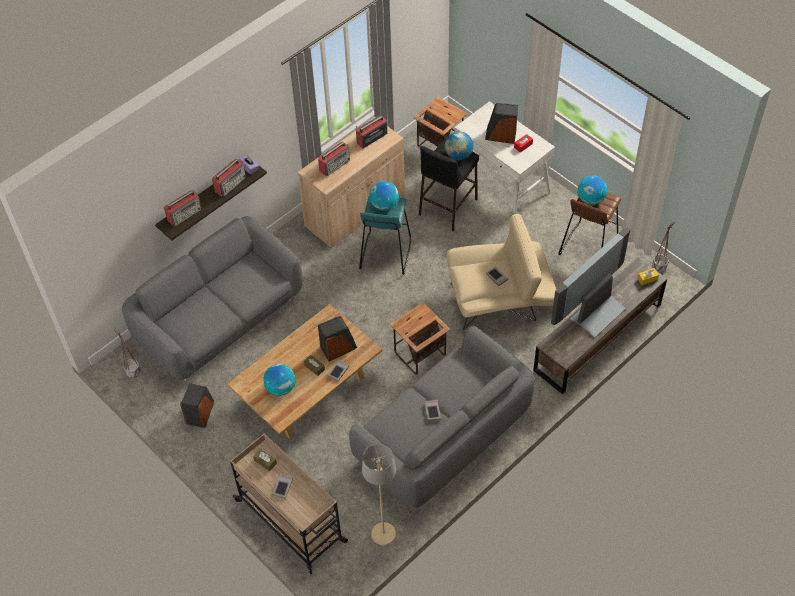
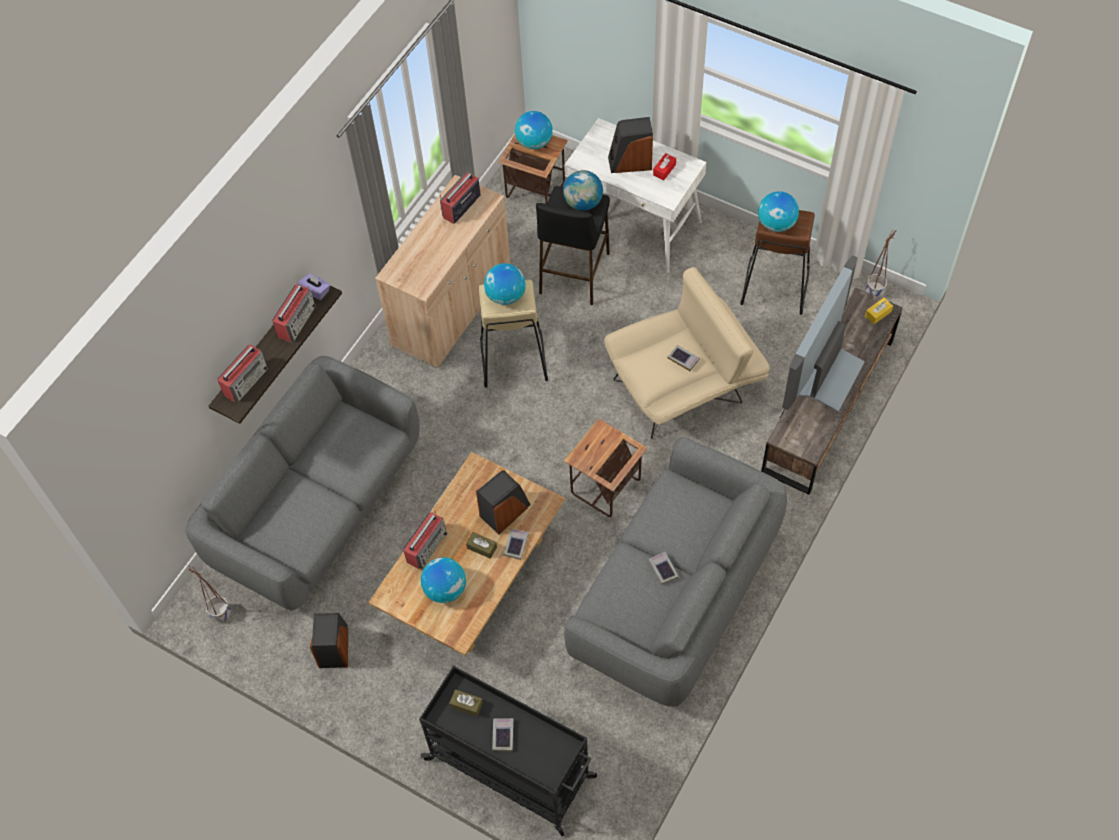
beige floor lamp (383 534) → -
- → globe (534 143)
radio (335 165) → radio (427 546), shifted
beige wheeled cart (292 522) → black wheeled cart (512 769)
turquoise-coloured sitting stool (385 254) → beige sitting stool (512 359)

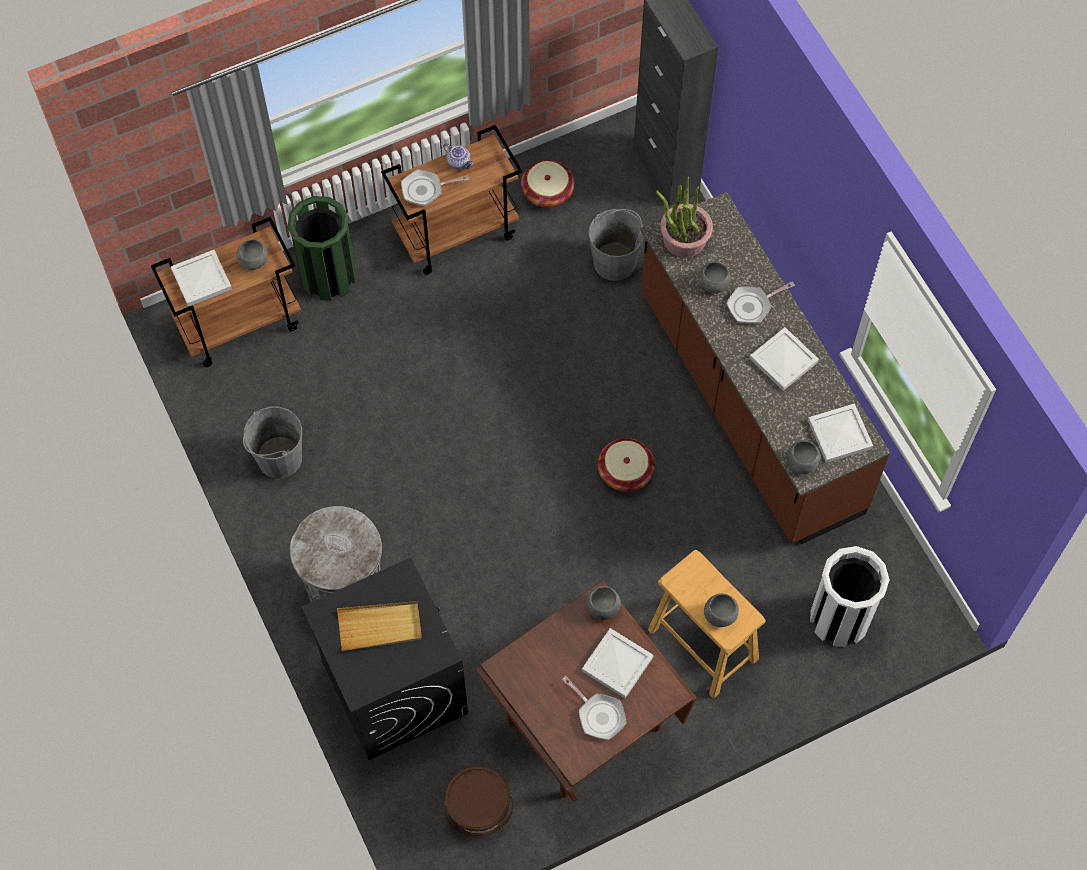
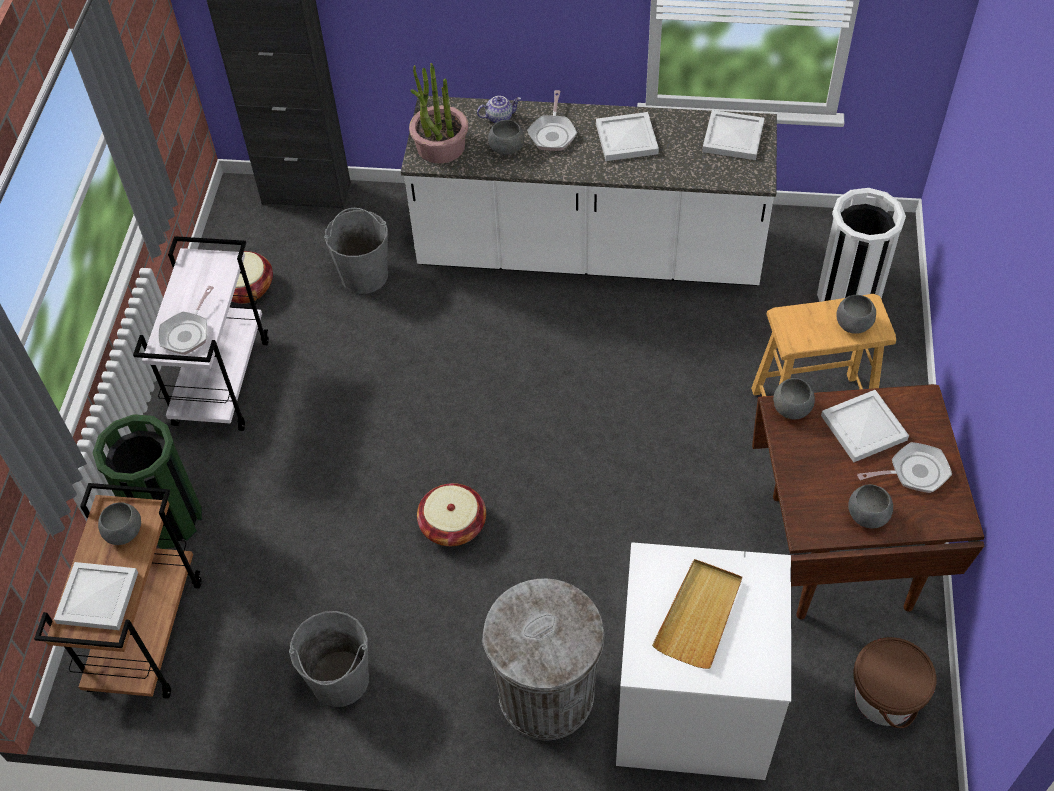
pot for tea (459 162) → pot for tea (499 117), shifted
storage basket (625 472) → storage basket (453 525), shifted
gray bowl (802 463) → gray bowl (867 515), shifted
black laundry appliance (393 686) → white laundry appliance (691 706)
brown wheeled cart (457 233) → white wheeled cart (221 381)
brown counter (748 404) → white counter (589 253)

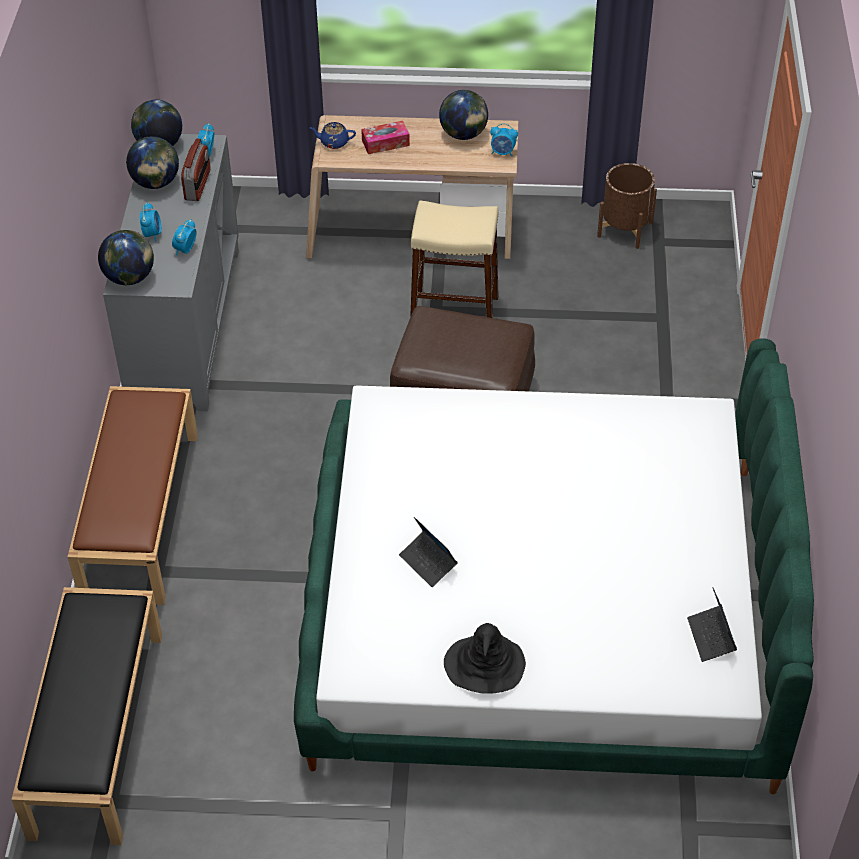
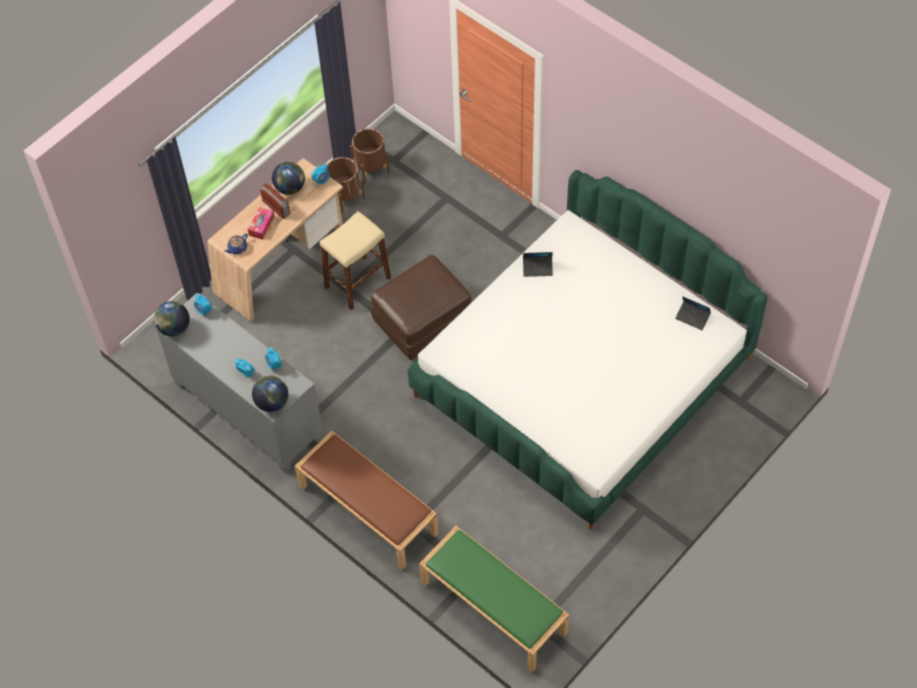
globe (156 183) → -
black clothing hat (484 666) → -
- → brown planter (345 196)
radio (198 185) → radio (276 207), shifted
portable computer (428 562) → portable computer (537 268), shifted
black indoor bench (96 731) → greenish indoor bench (492 607)

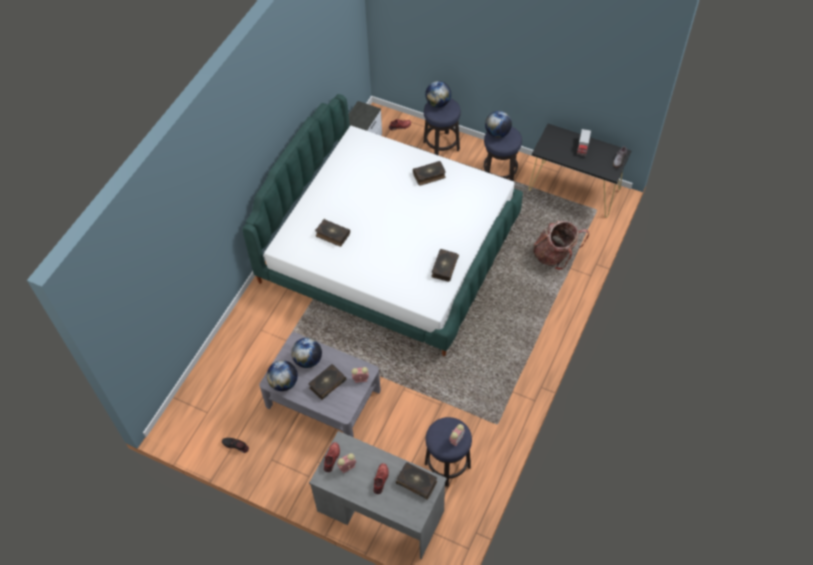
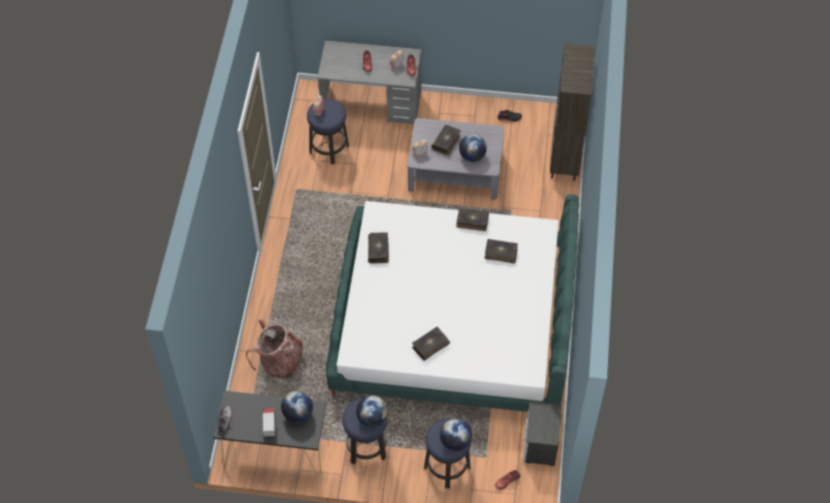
- → brown shelving unit (565 160)
globe (284 383) → globe (298 413), shifted
book (417 482) → book (472 222), shifted

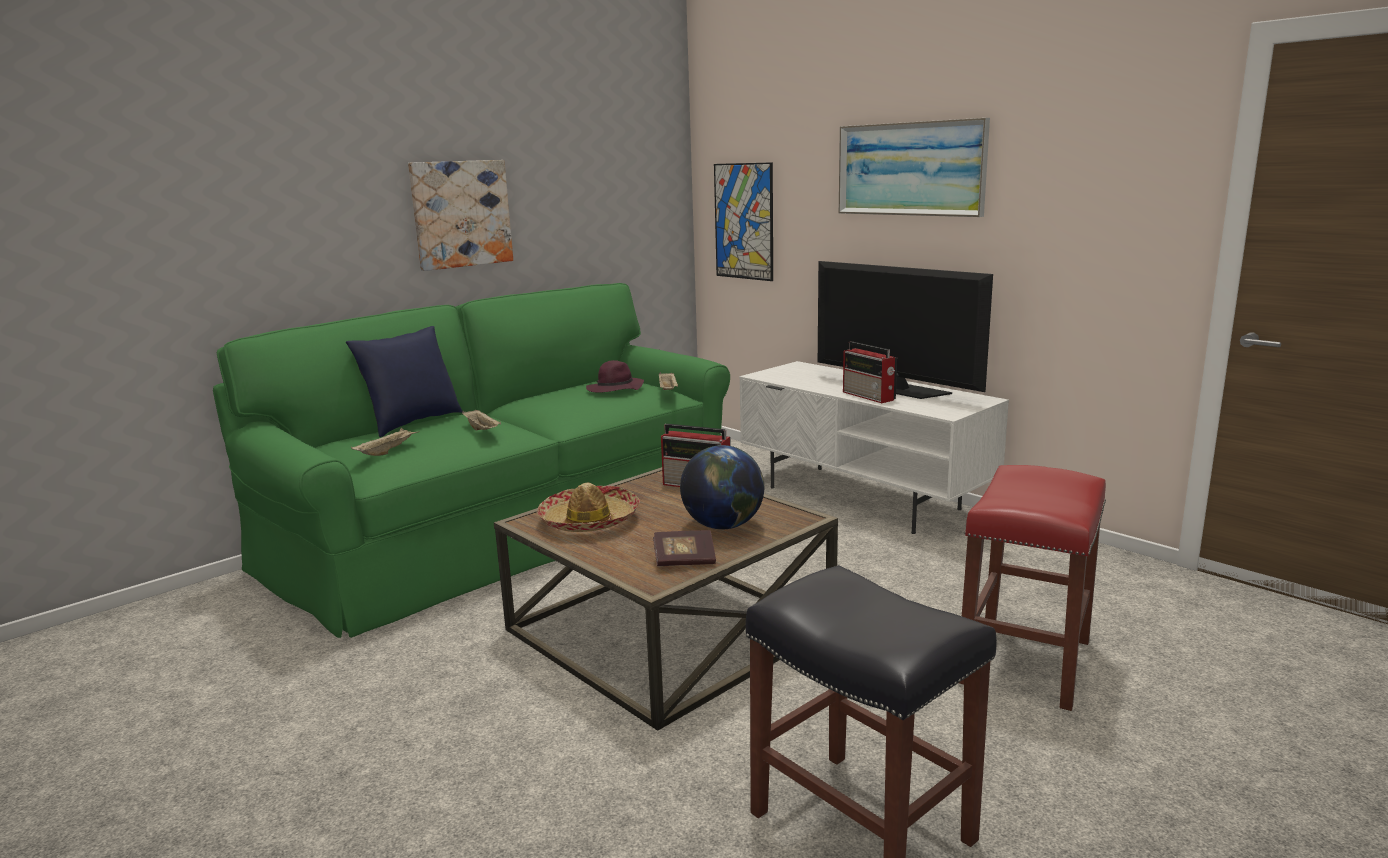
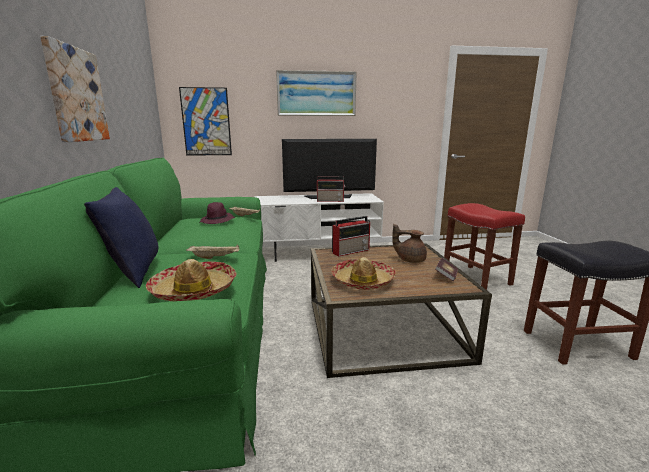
beige tray (387 451) → clothing hat (194 290)
globe (723 525) → brown pot for tea (410 260)

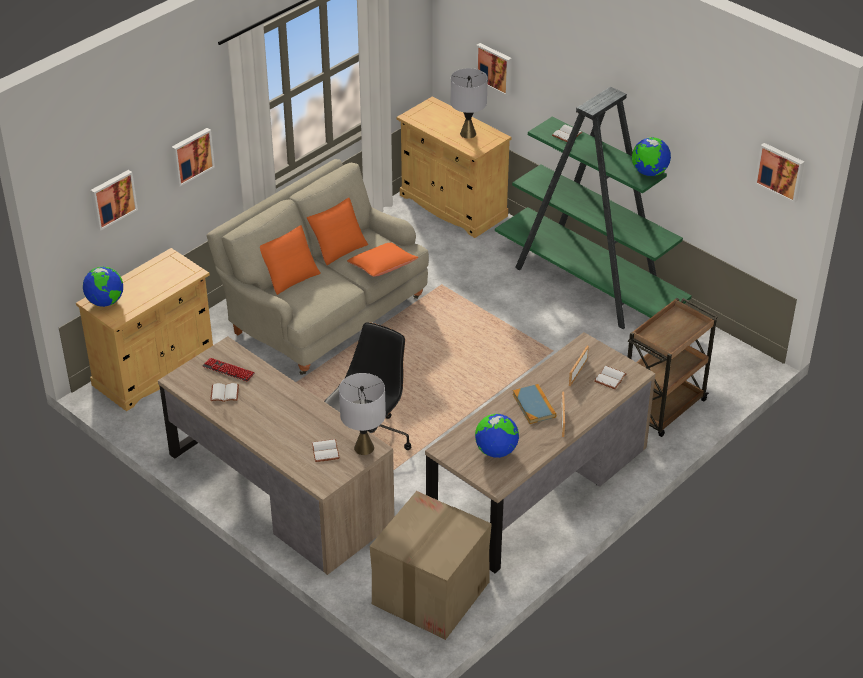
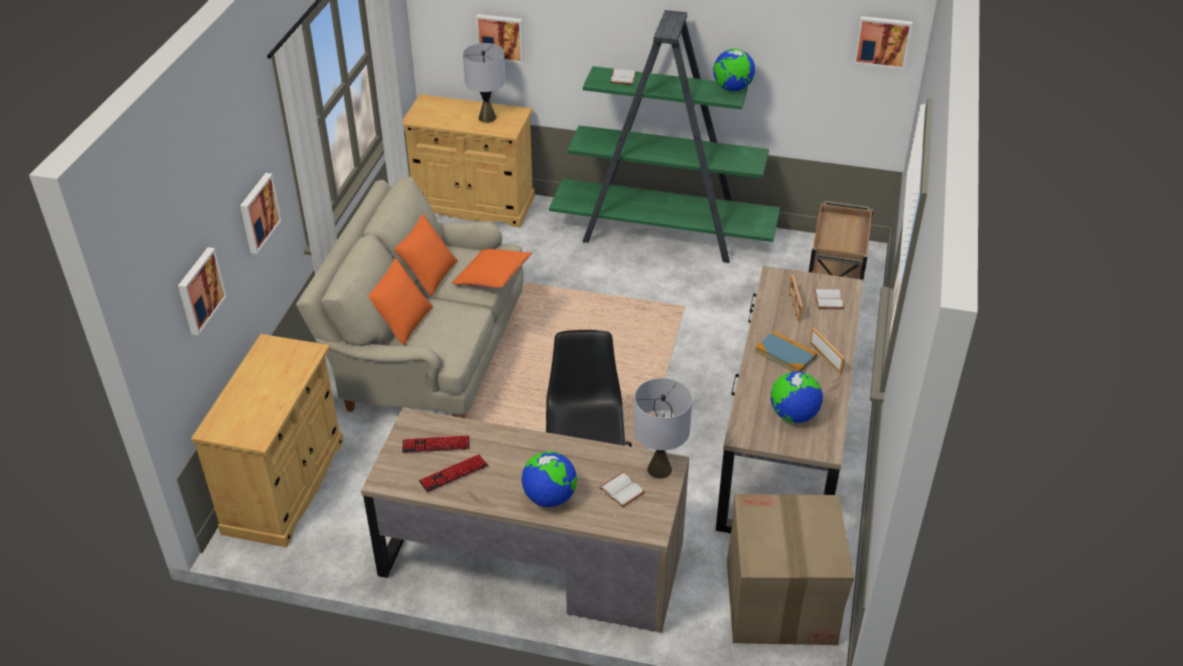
globe (105 302) → globe (549 497), shifted
white book (224 394) → keyboard (453 474)

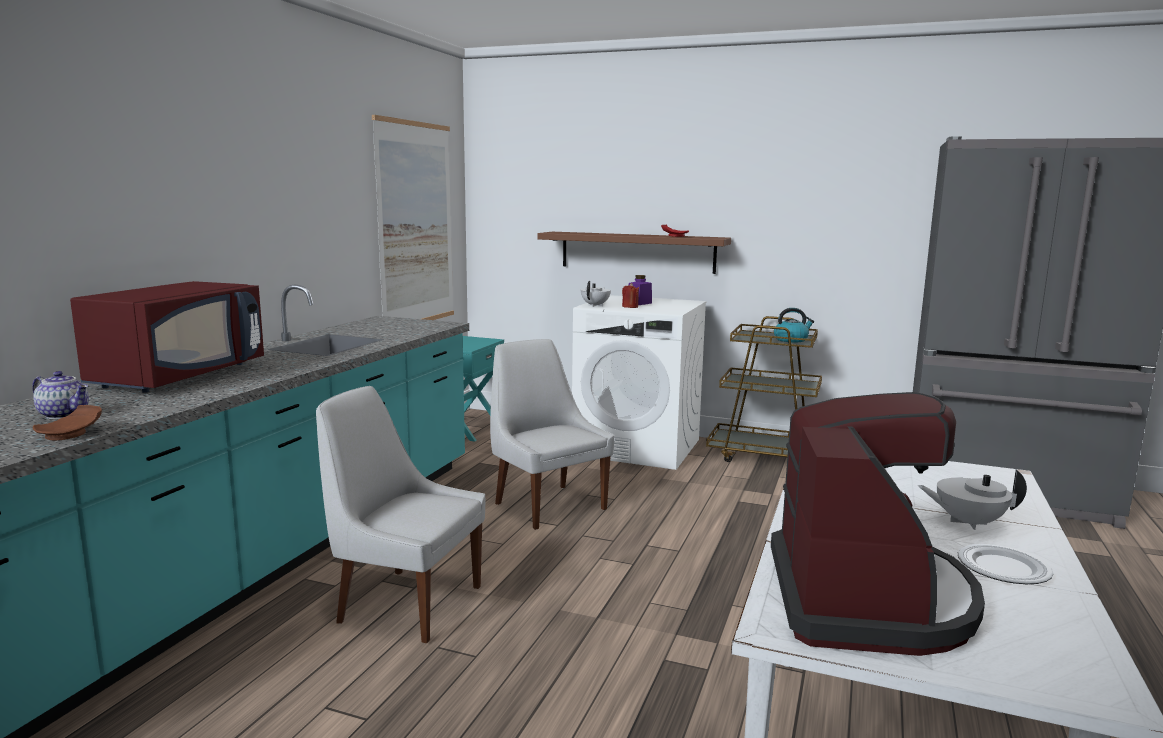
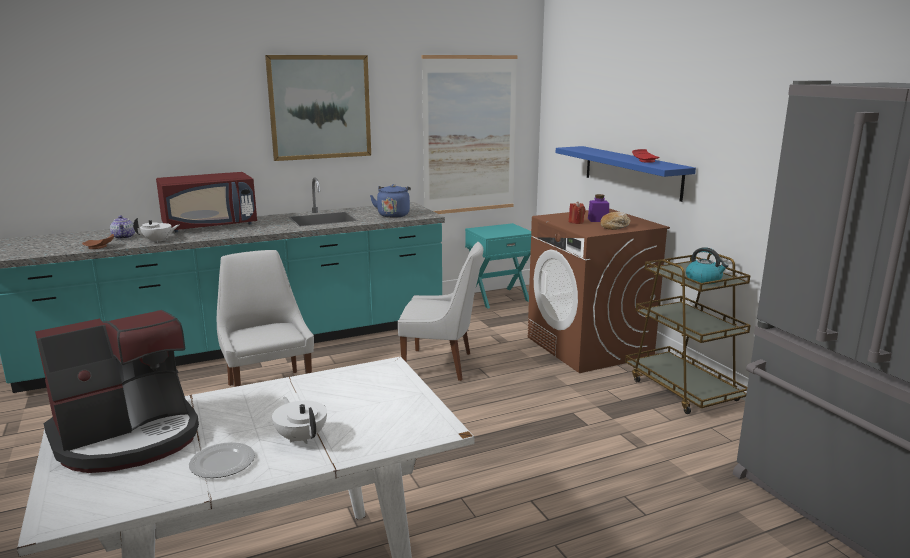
- → wall art (320 107)
- → blue water kettle (393 215)
- → baked bread (615 226)
white pot for tea (595 305) → white pot for tea (158 241), shifted
brown wall shelf (637 252) → blue wall shelf (631 172)
white laundry appliance (638 447) → brown laundry appliance (589 347)
white plain chair (547 505) → white plain chair (441 365), 90 degrees clockwise

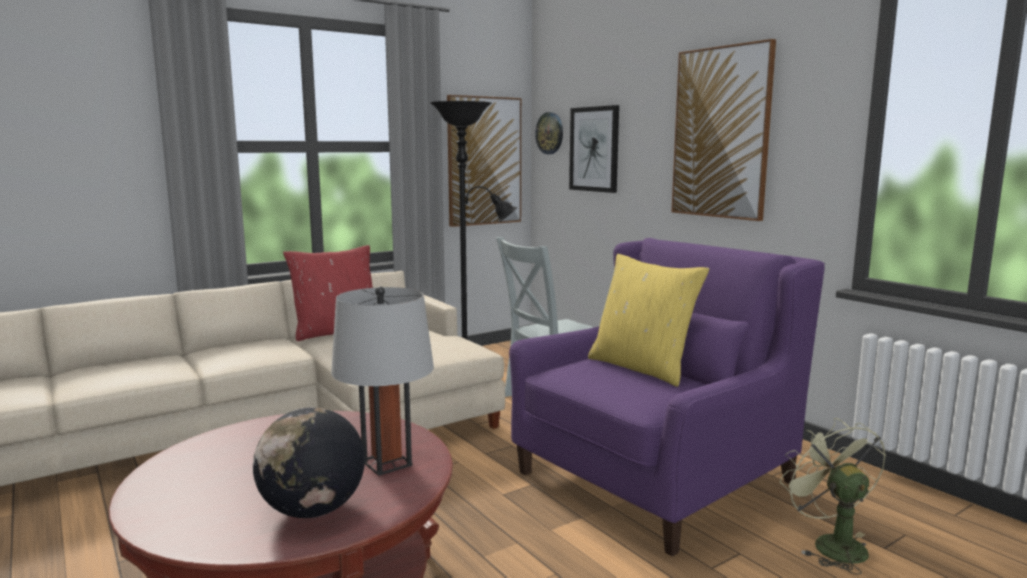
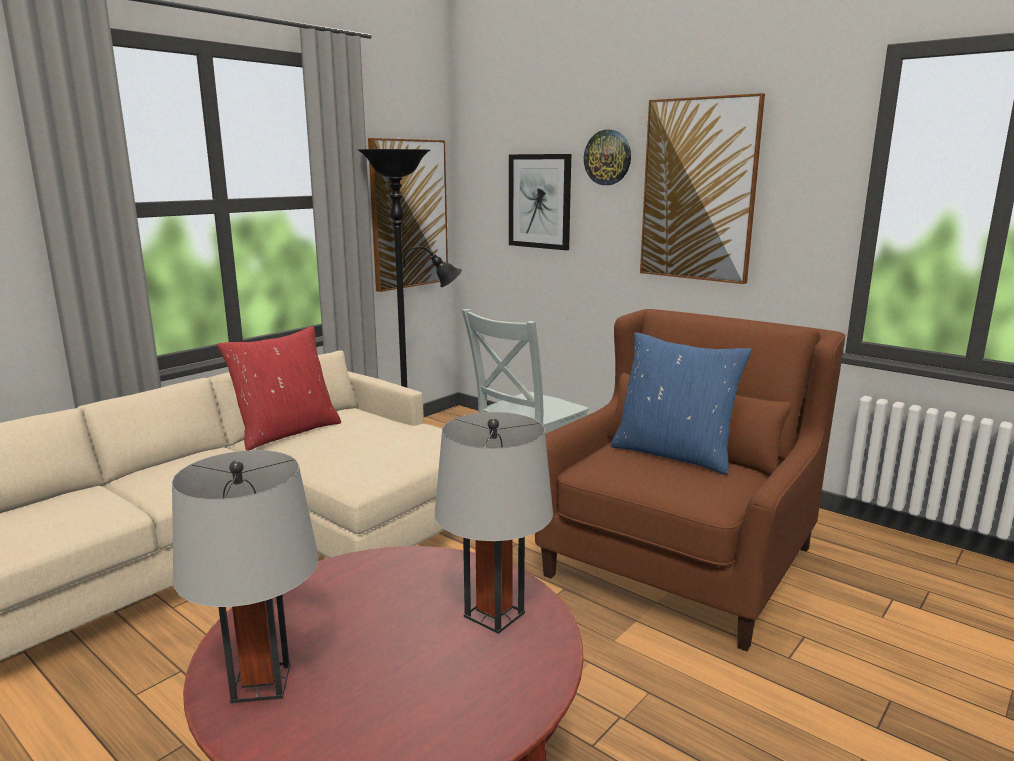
globe (312 510) → -
greenish fan (830 544) → -
- → gray lamp for a table (261 682)
hanging clock (550 133) → hanging clock (607 157), shifted
purple-coloured armchair (655 478) → brown armchair (680 562)
yellow pillow (642 368) → blue pillow (674 454)

